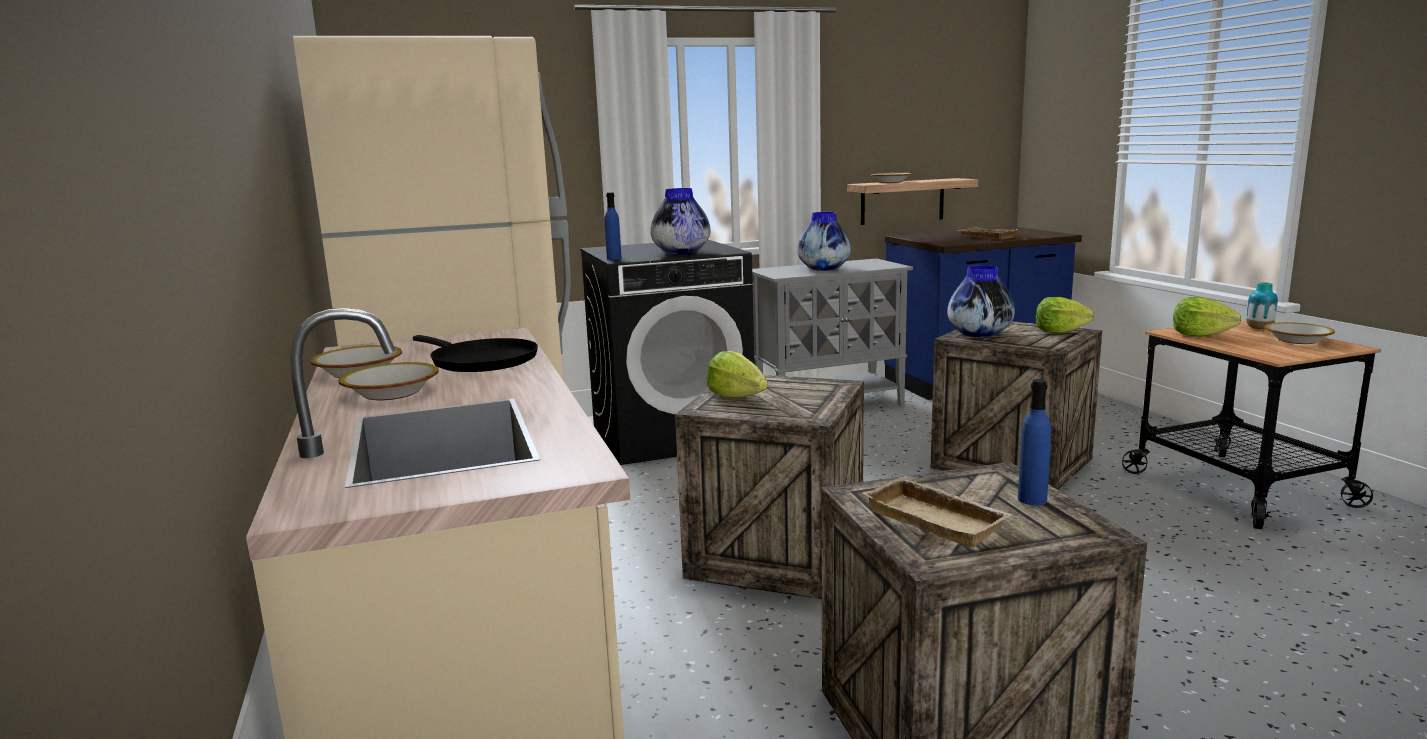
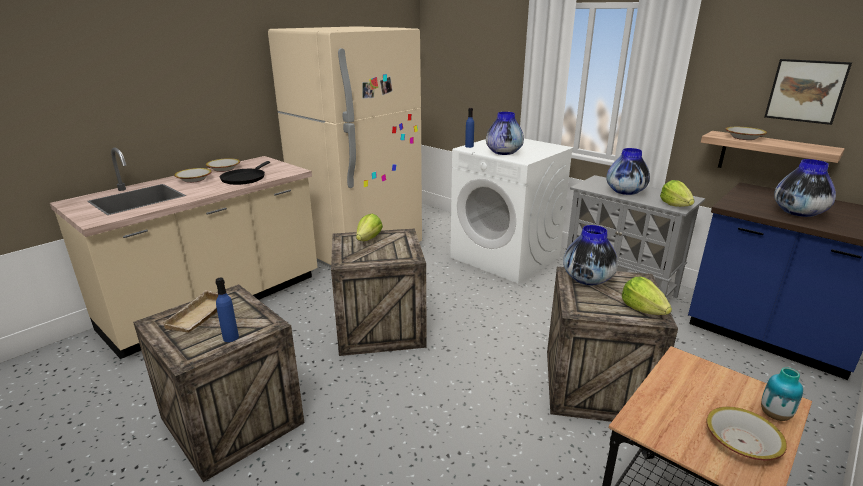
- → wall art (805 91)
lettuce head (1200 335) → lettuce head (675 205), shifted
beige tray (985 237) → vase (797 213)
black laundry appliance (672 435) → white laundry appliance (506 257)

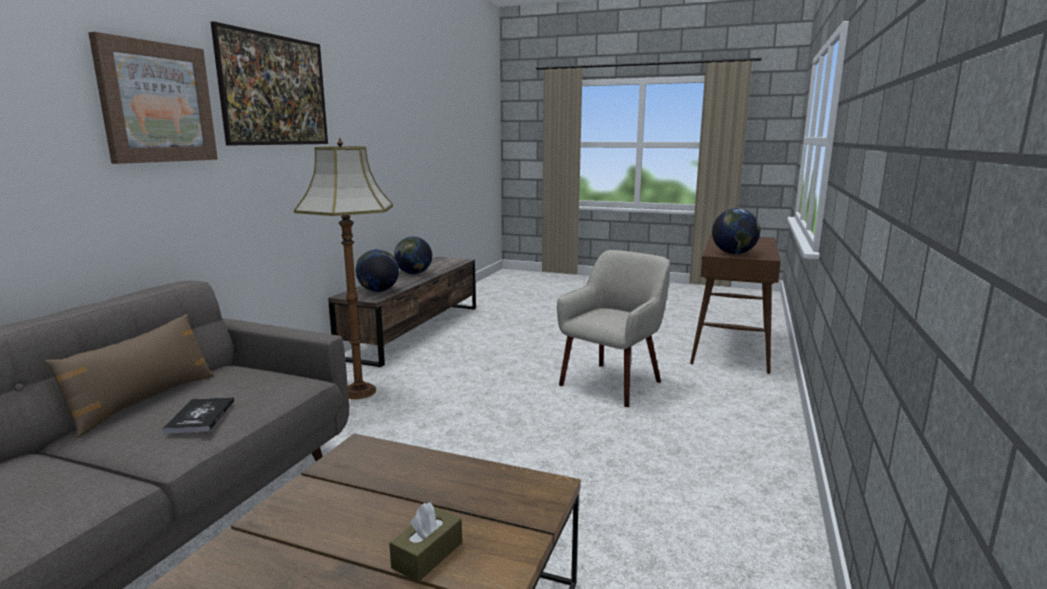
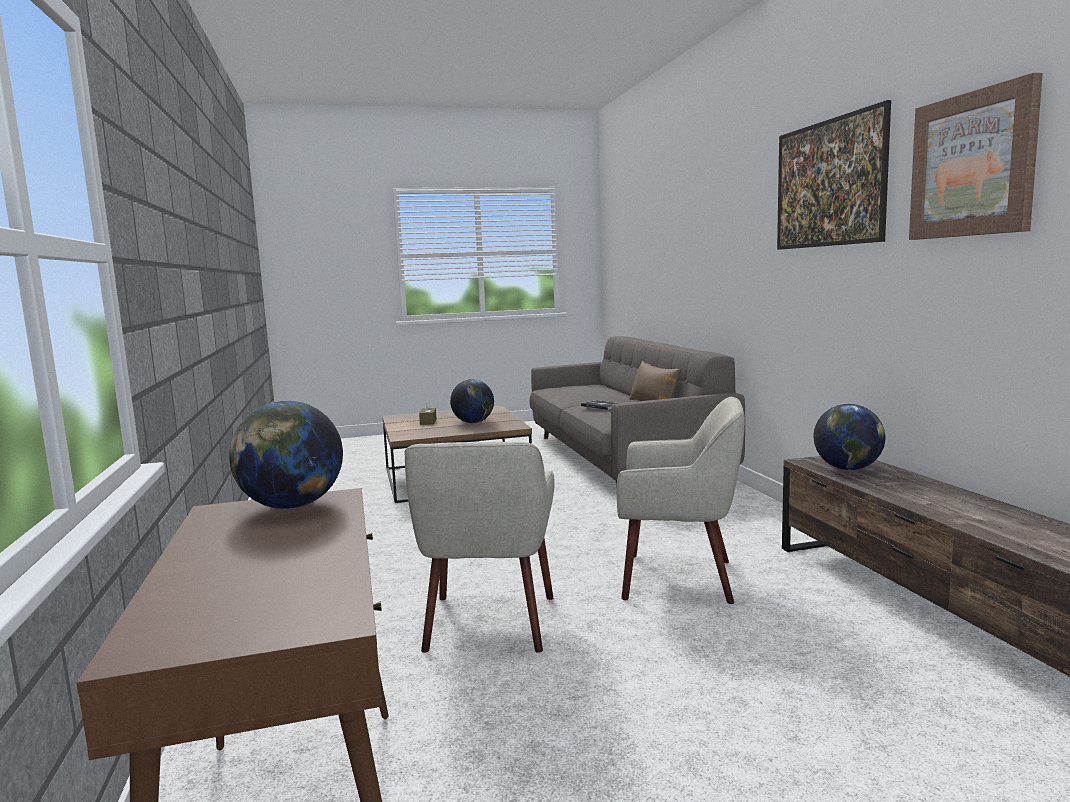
floor lamp (360 392) → -
- → beige armchair (680 578)
wall art (156 103) → wall art (972 165), shifted
globe (414 274) → globe (473 423), shifted

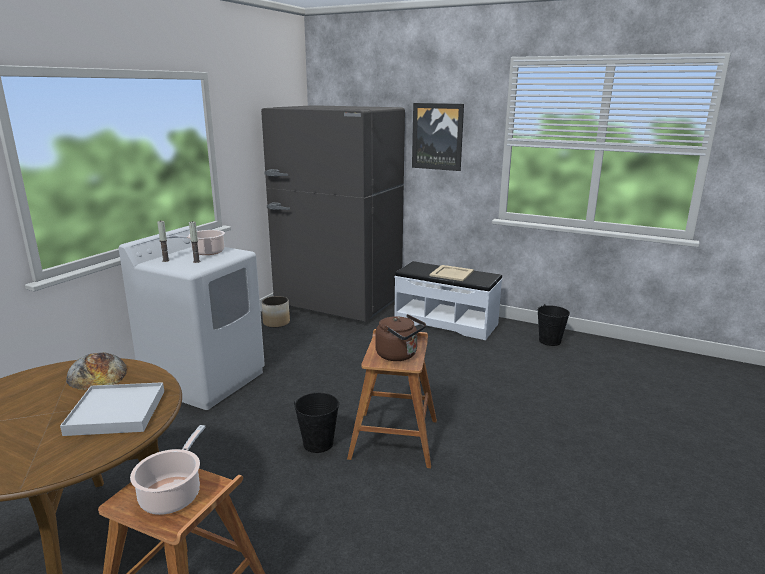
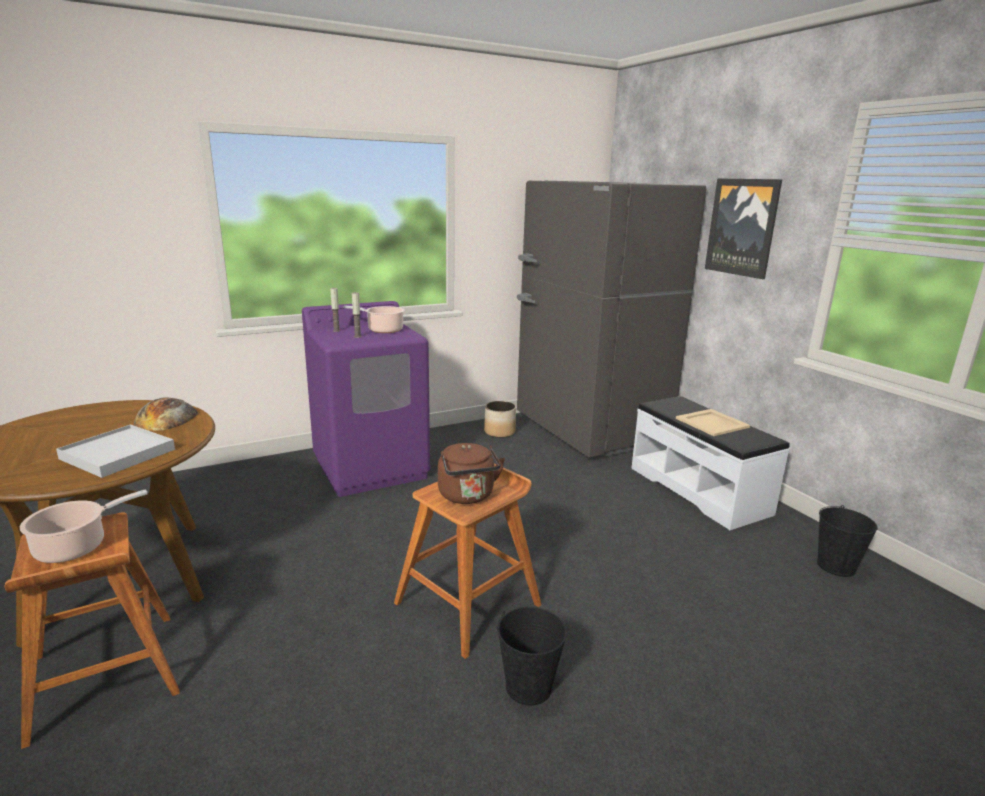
black water bucket (318 443) → black water bucket (528 686), shifted
white laundry appliance (205 380) → purple-coloured laundry appliance (371 467)

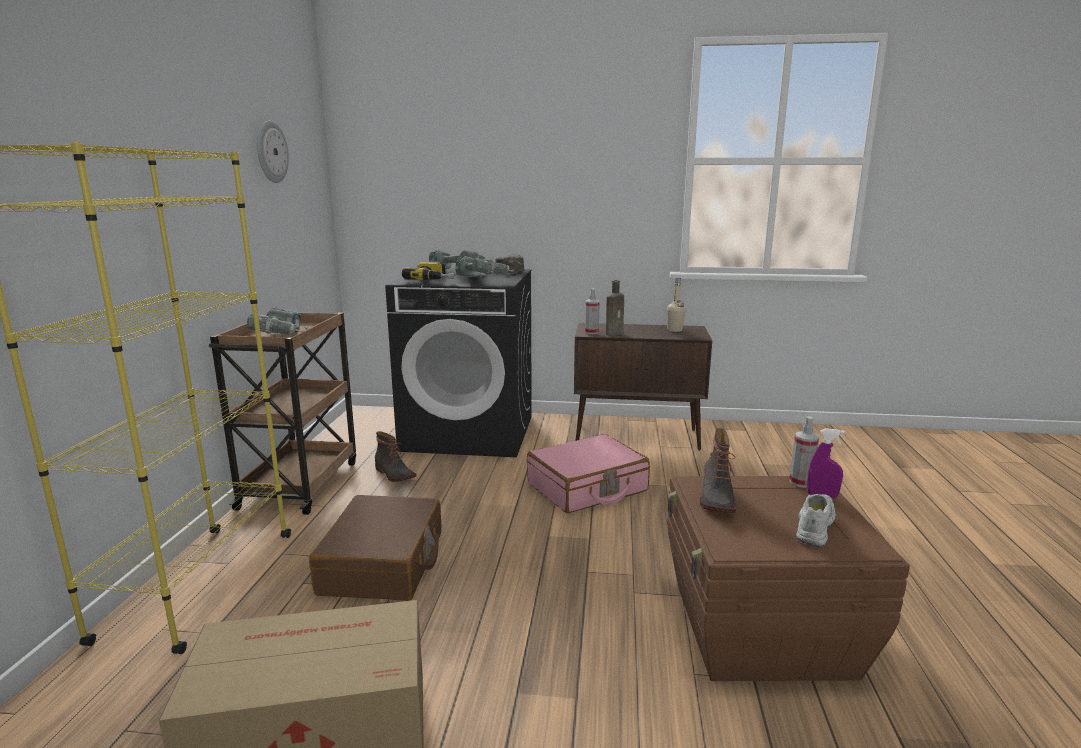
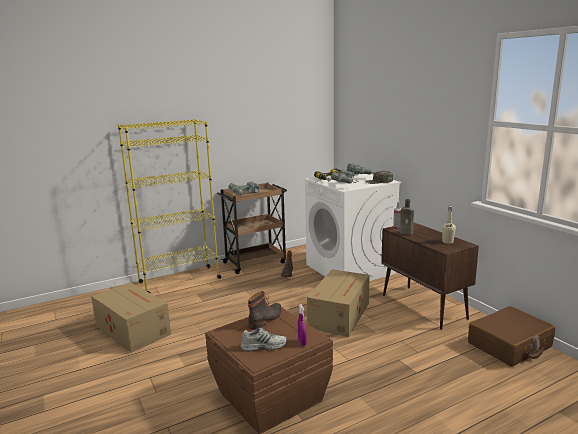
hanging clock (271 152) → -
sprayer (800 482) → -
brown suitcase (383 563) → brown suitcase (510 345), shifted
pinkish suitcase (587 488) → carton (340 315)
black laundry appliance (470 433) → white laundry appliance (350 269)
high-top boot (715 498) → high-top boot (266 319), 150 degrees clockwise

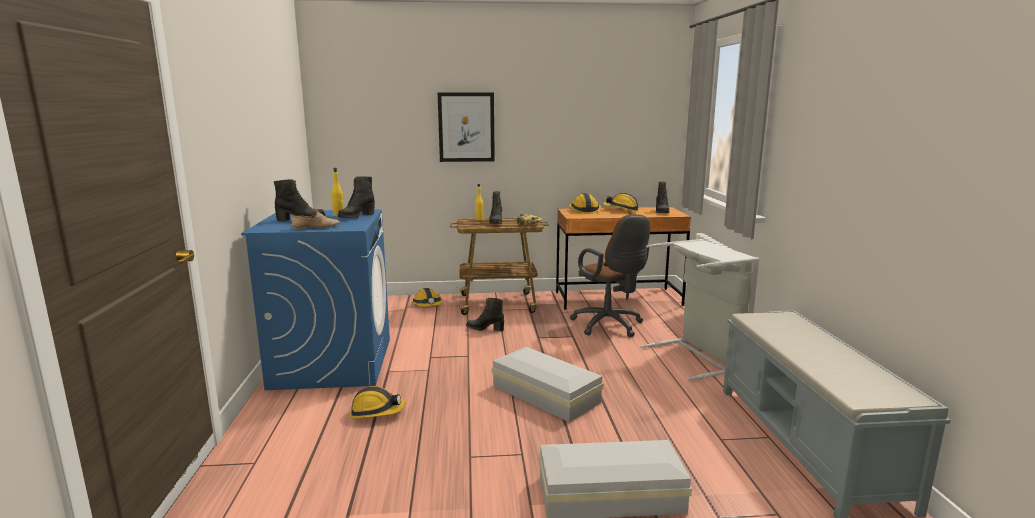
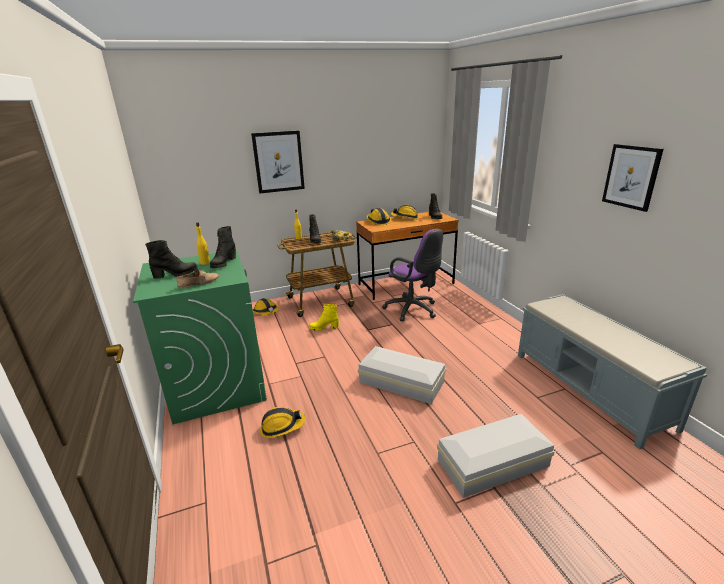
gray washing basket (700 357) → -
- → wall art (631 176)
blue laundry appliance (332 363) → greenish laundry appliance (217 384)
black high-top boot (485 329) → yellow high-top boot (324 328)
brown office chair (609 326) → purple-coloured office chair (413 310)

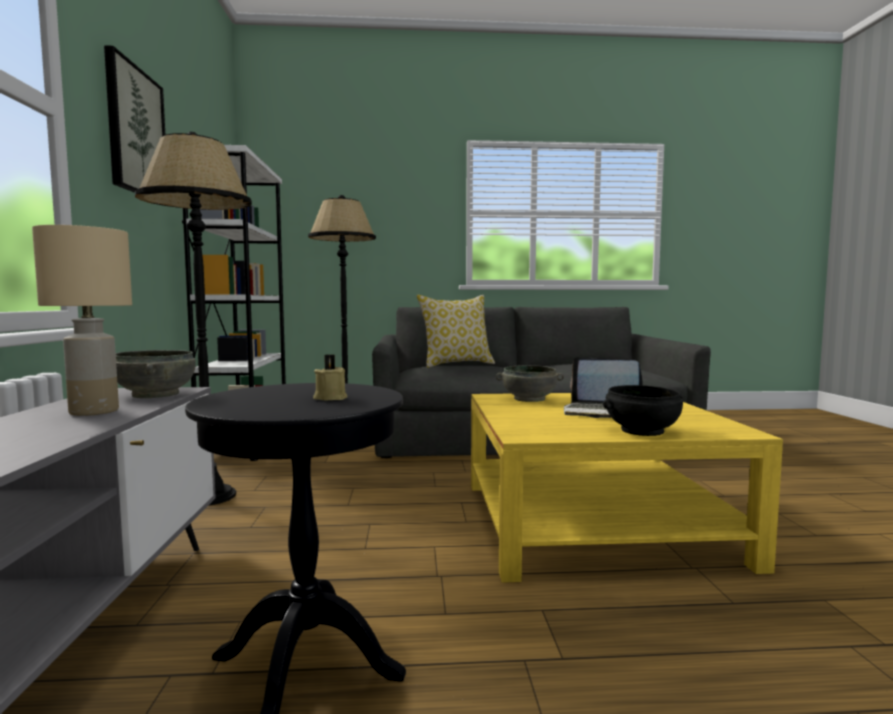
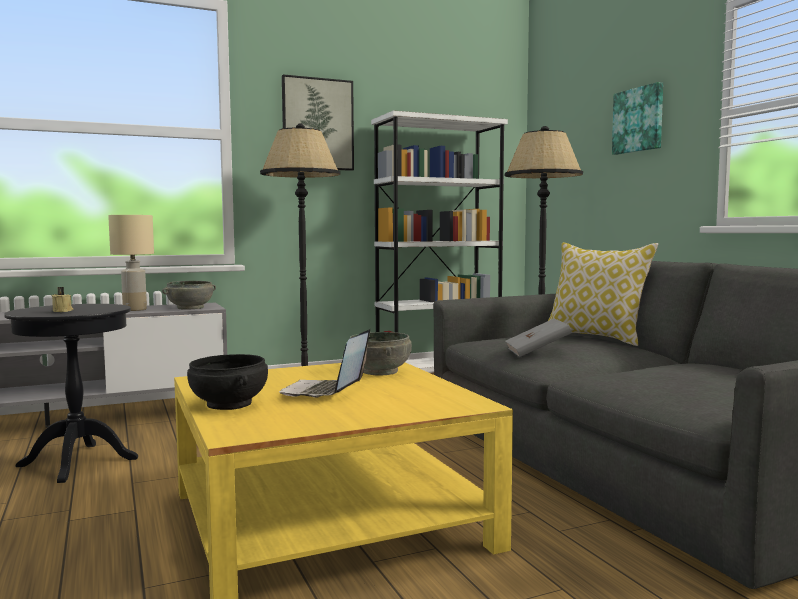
- → gray book (537 352)
- → wall art (639 120)

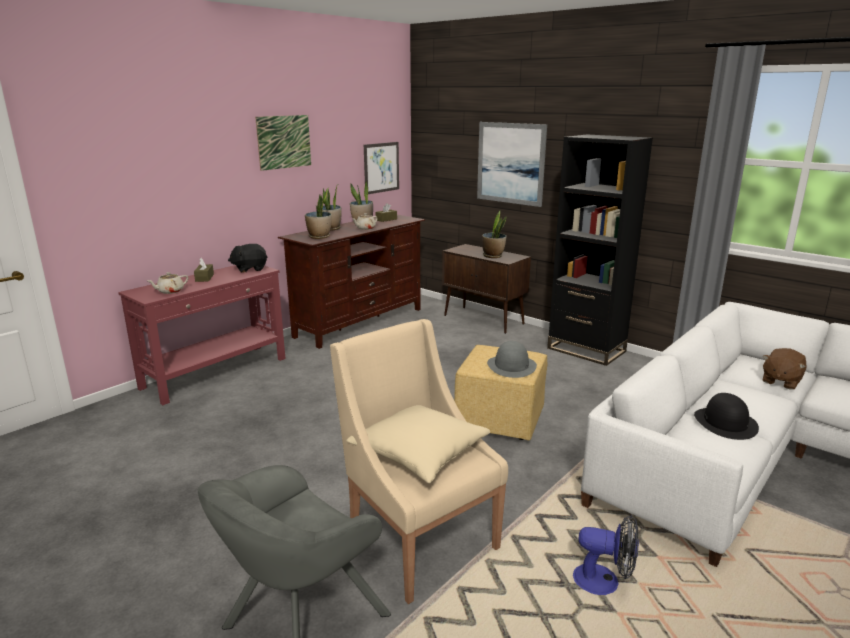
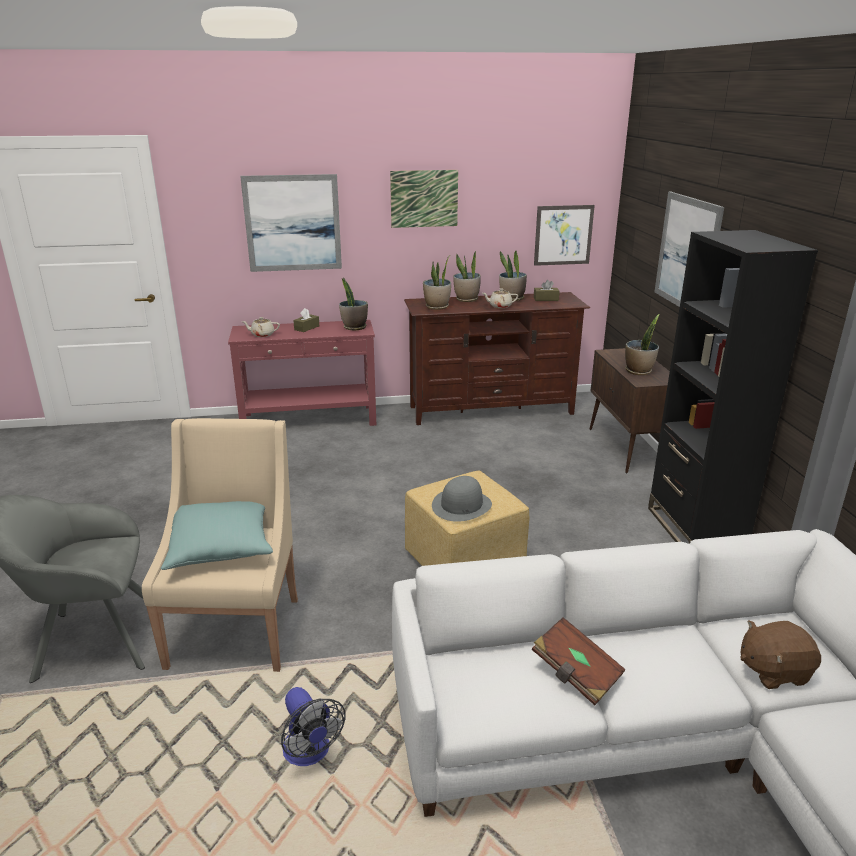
- → wall art (292 223)
black soft toy (250 269) → houseplant (354 327)
black clothing hat (725 423) → brown book (576 673)
beige pillow (419 453) → turquoise-coloured pillow (221 546)

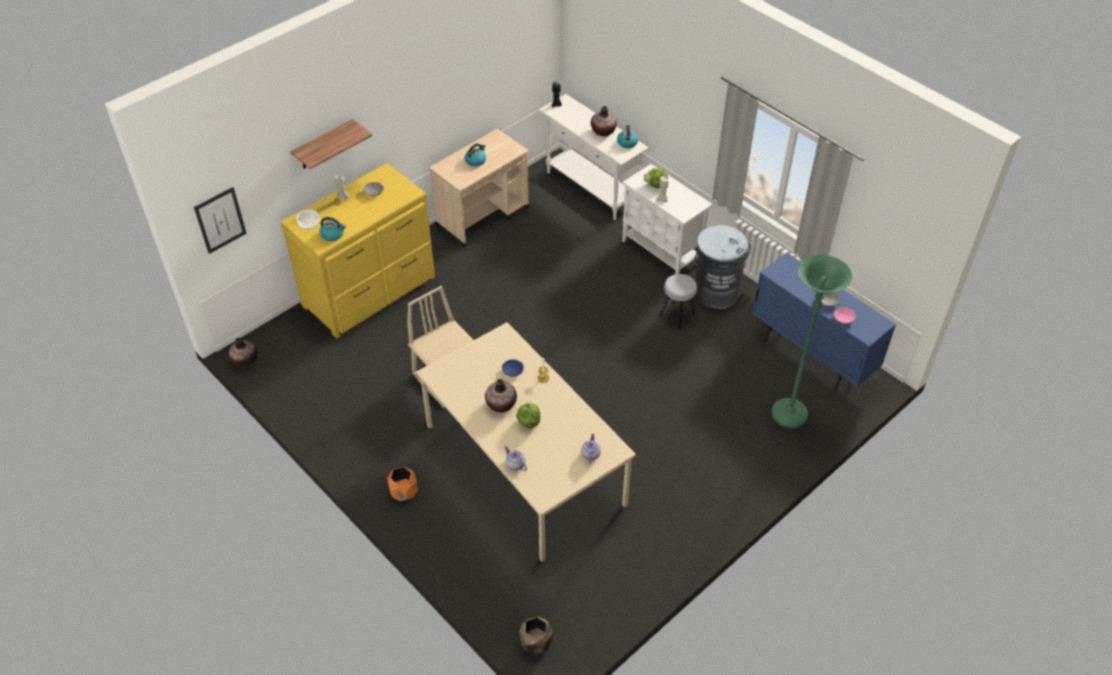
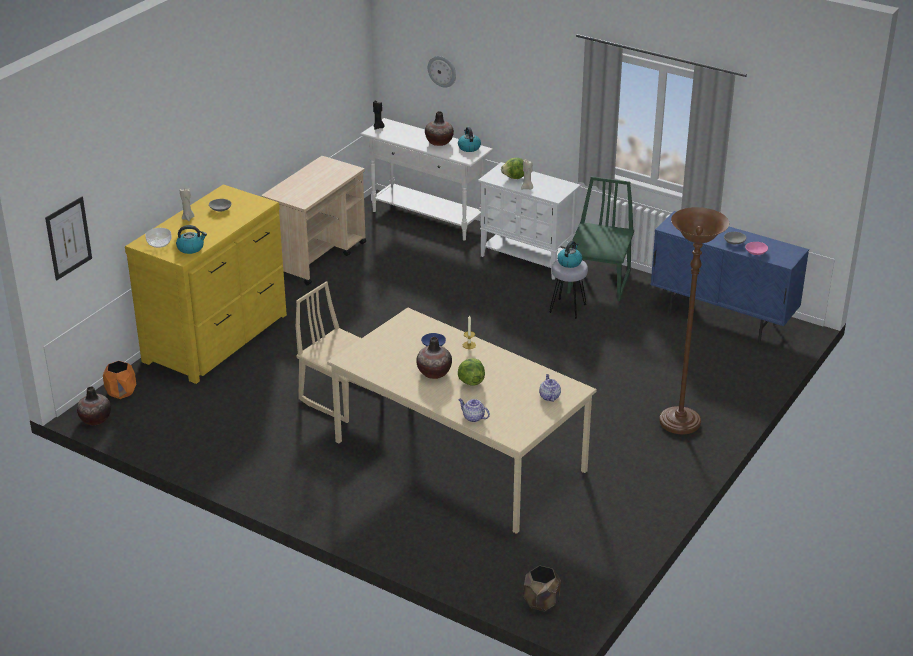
wall shelf (324 145) → -
greenish floor lamp (789 415) → -
- → hanging clock (442 71)
- → brown floor lamp (679 423)
orange-coloured planter (404 492) → orange-coloured planter (121 392), shifted
water kettle (476 160) → water kettle (569 262), shifted
gray rubbish bin (716 292) → greenish plain chair (600 283)

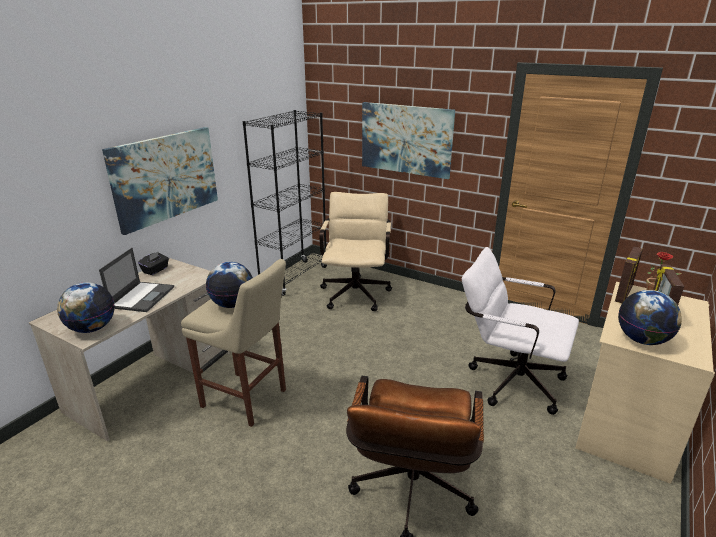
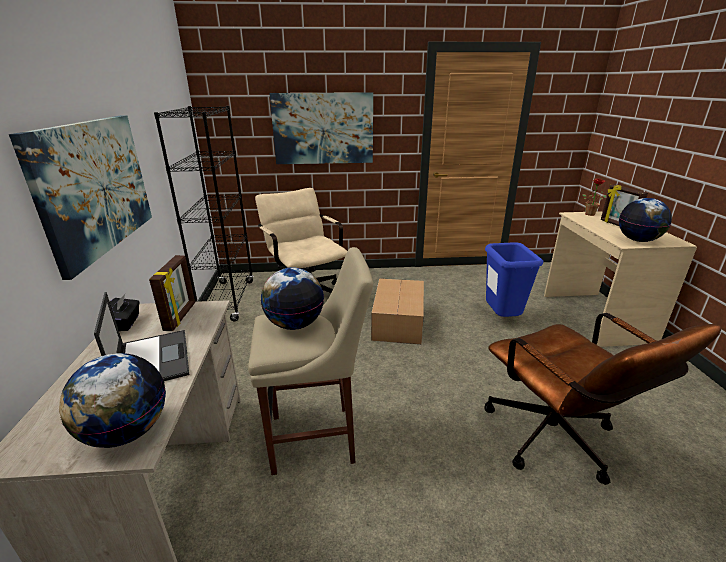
- → carton (399 321)
picture frame (624 294) → picture frame (181 316), shifted
white office chair (508 379) → blue rubbish bin (501 318)

